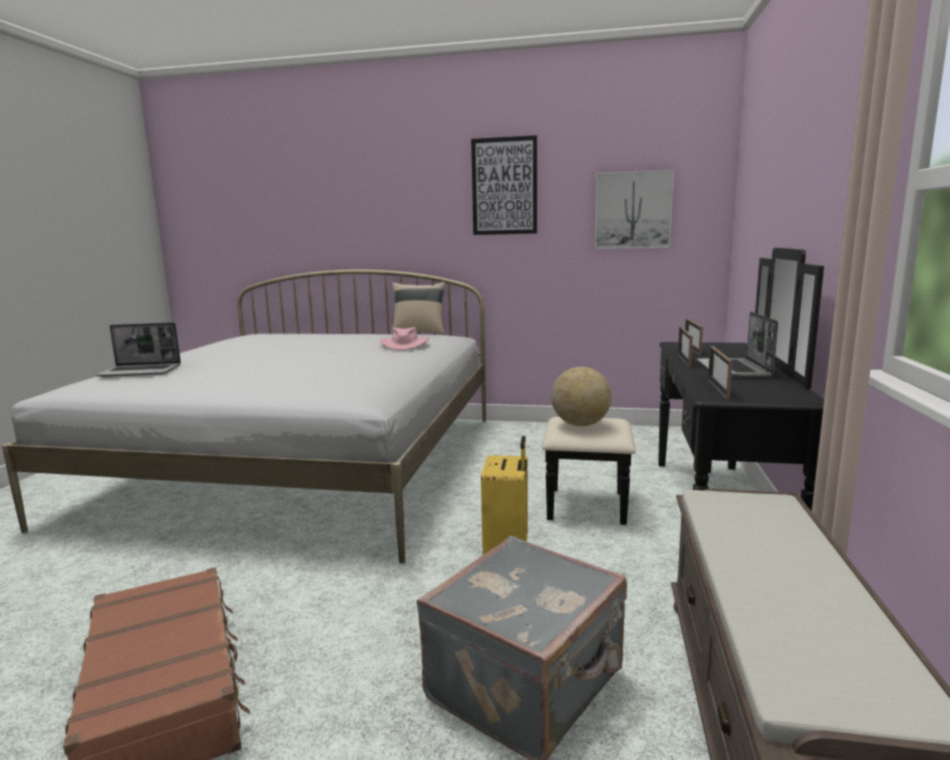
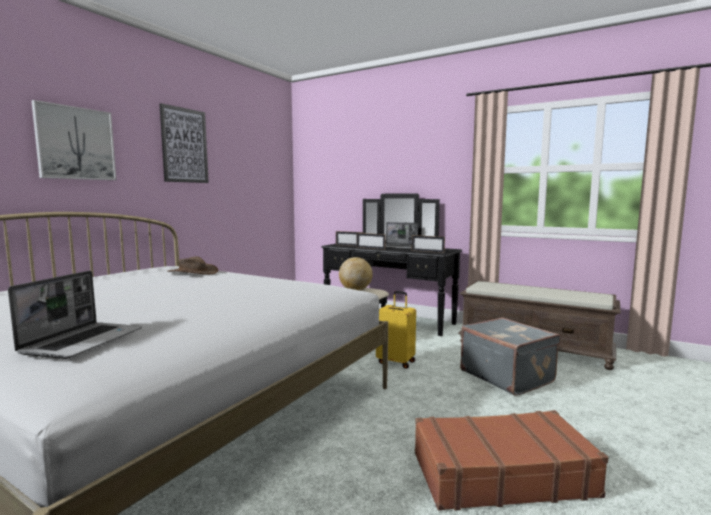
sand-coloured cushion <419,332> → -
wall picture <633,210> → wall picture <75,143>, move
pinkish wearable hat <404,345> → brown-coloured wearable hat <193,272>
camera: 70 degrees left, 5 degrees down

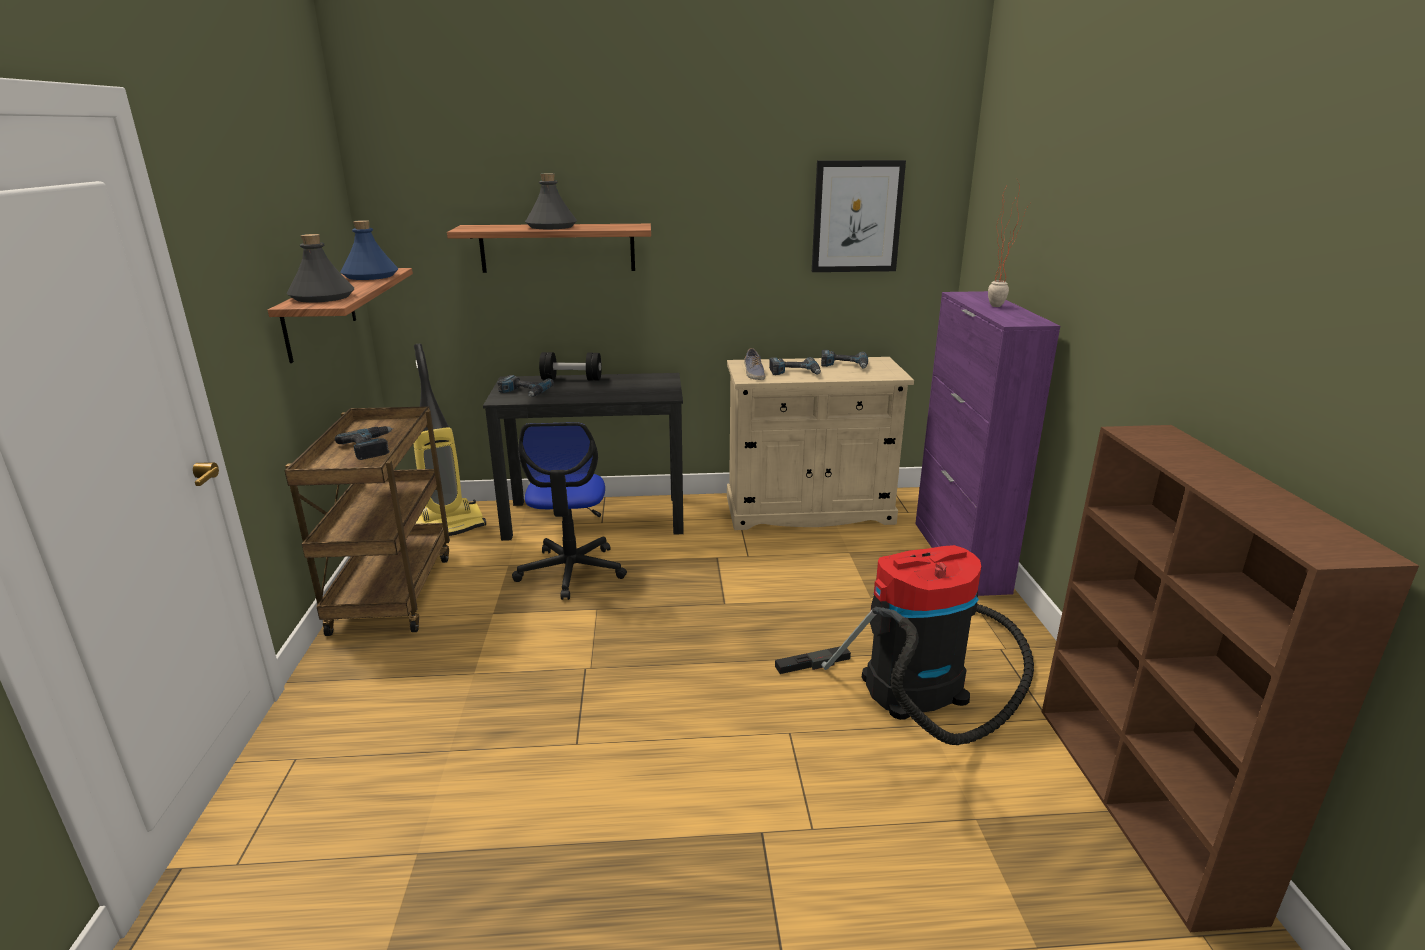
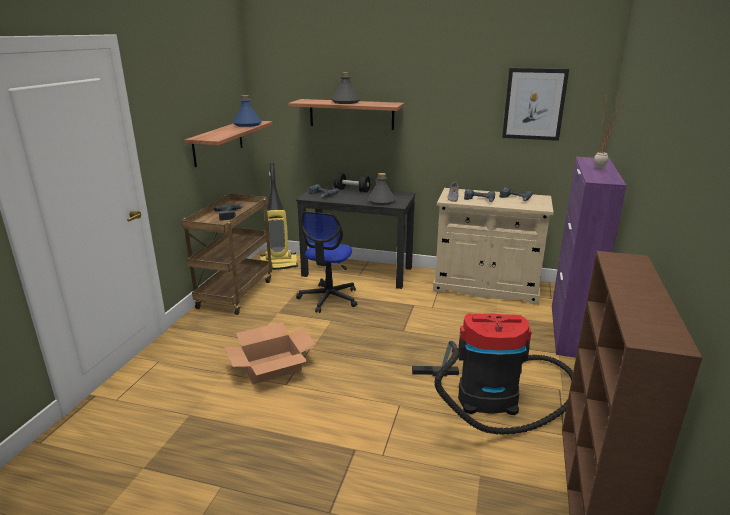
- → cardboard box <272,367>
grey beverage bottle <322,297> → grey beverage bottle <381,201>, move
camera: 20 degrees right, 0 degrees up

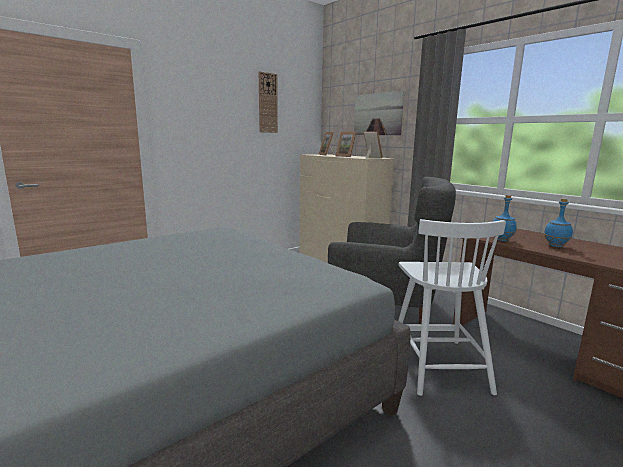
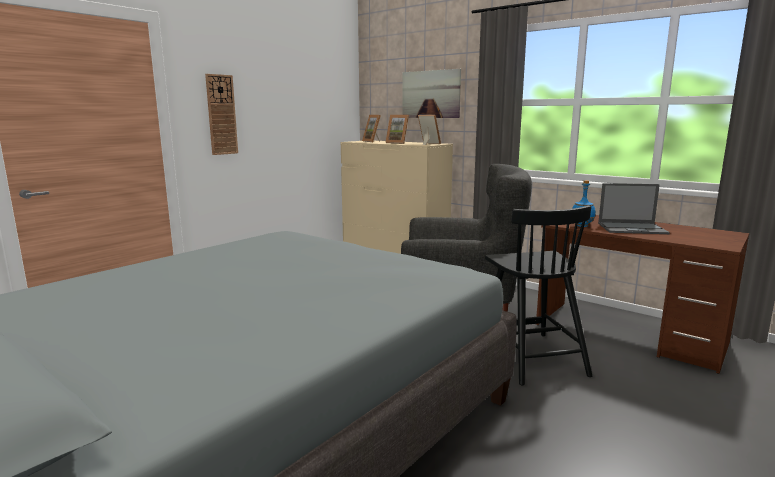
wall clock <267,103> → wall clock <221,115>, move
blue beverage bottle <556,246> → laptop <632,228>
white-coloured chair <438,364> → black chair <531,356>
camera: 10 degrees left, 0 degrees up

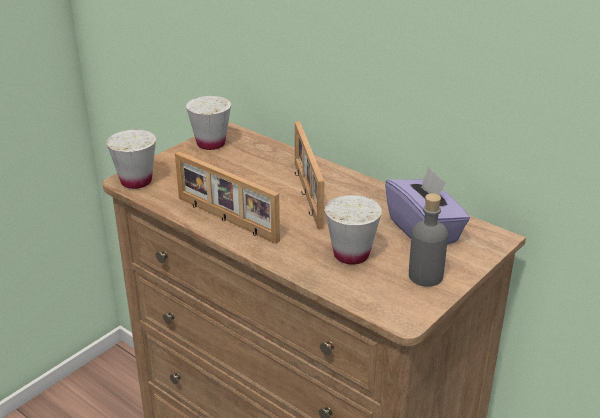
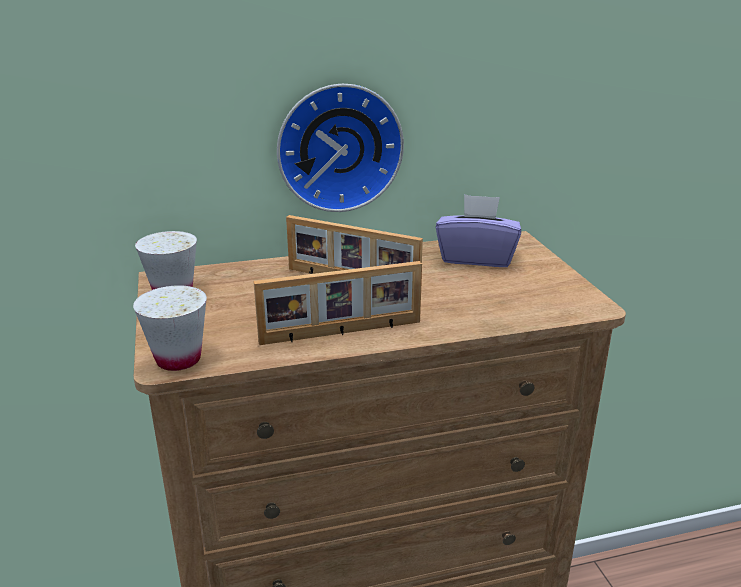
white-coloured cup <351,255> → -
grey beverage bottle <425,276> → -
- → wall clock <339,147>
camera: 55 degrees left, 5 degrees down

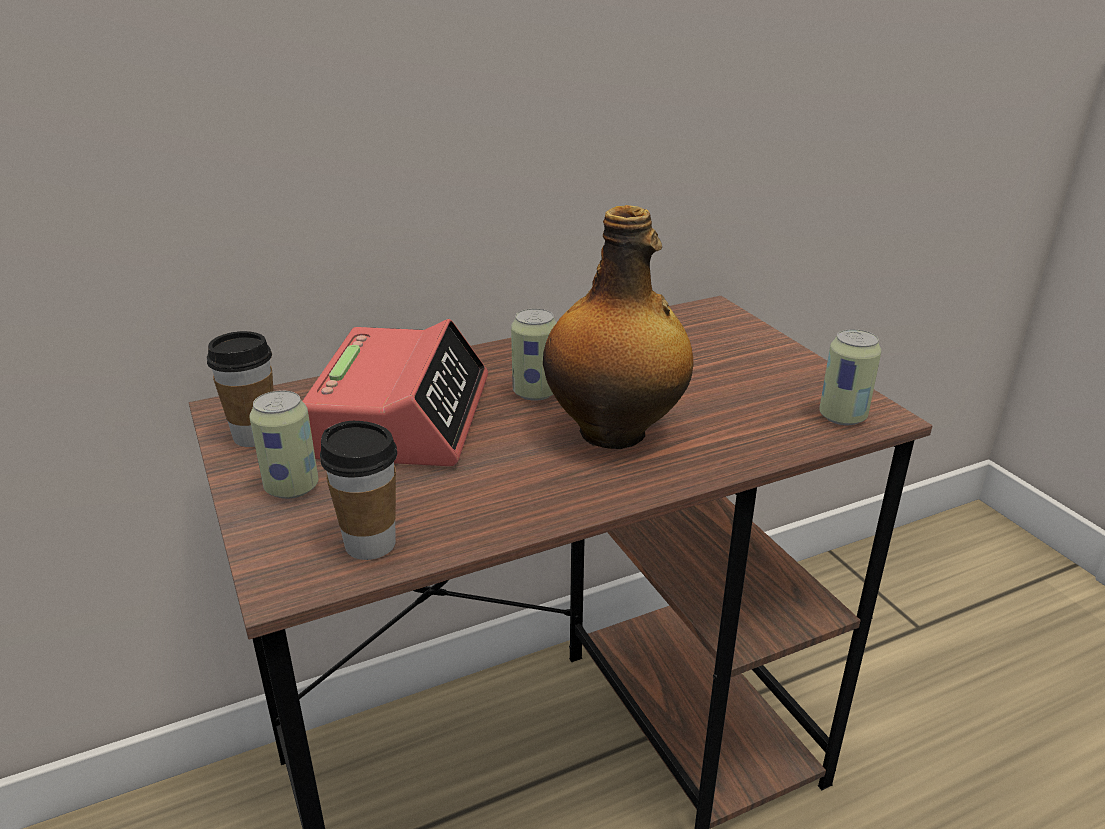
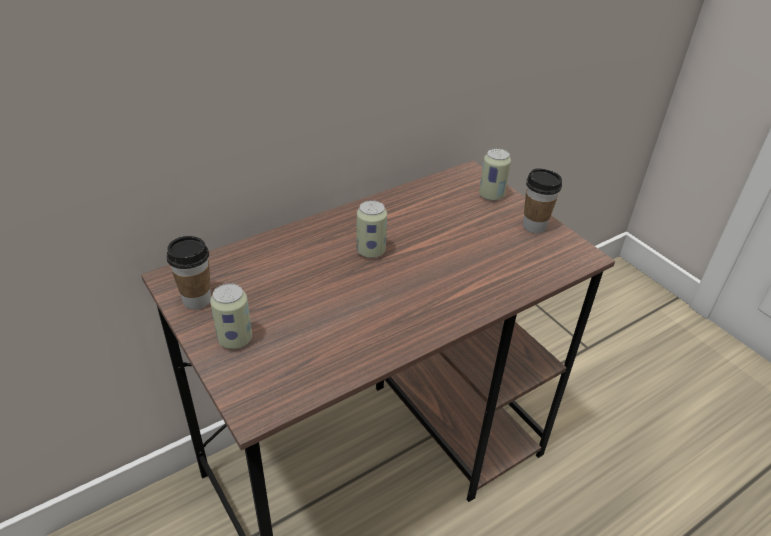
table clock <402,417> → -
beverage bottle <615,432> → -
cup <370,544> → cup <534,226>, move
can <842,417> → can <491,195>, move
camera: 10 degrees left, 10 degrees up

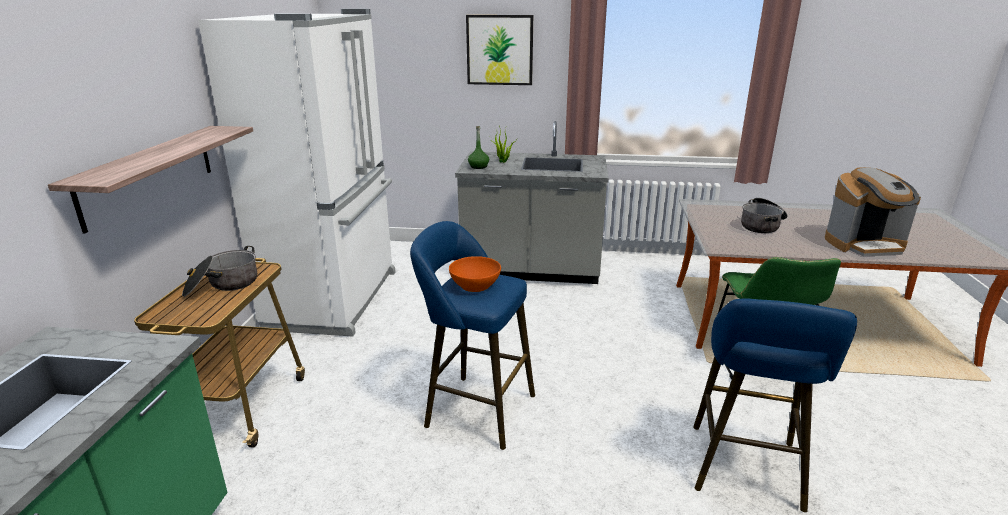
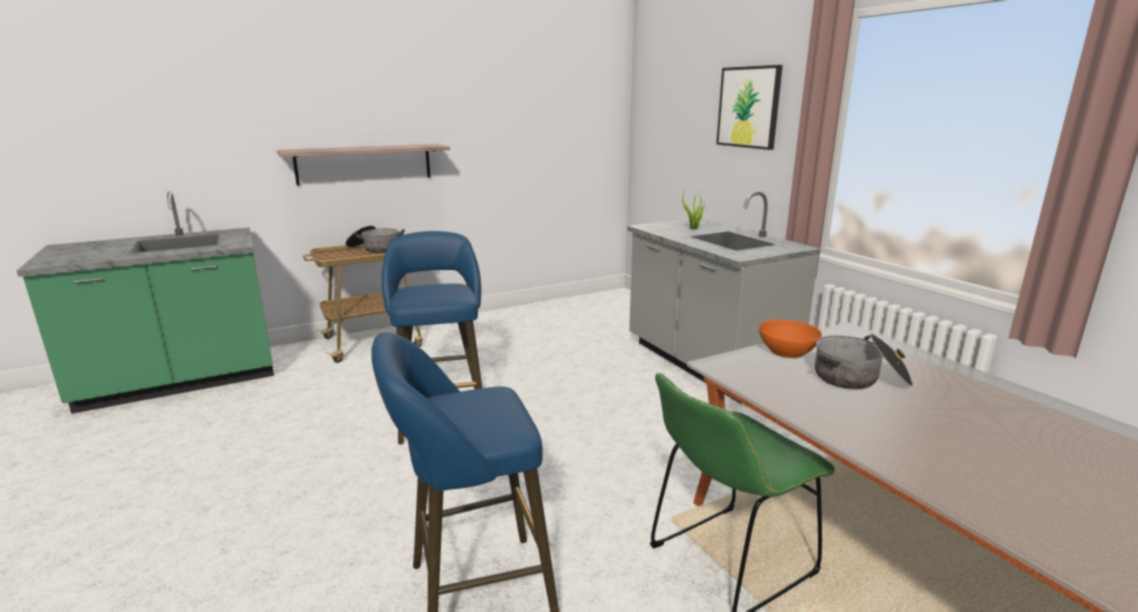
white-coloured refrigerator <337,299> → -
greenish beverage bottle <478,167> → -
coffee brewer <864,245> → -
orange-coloured bowl <475,285> → orange-coloured bowl <787,351>, move
camera: 55 degrees right, 5 degrees down

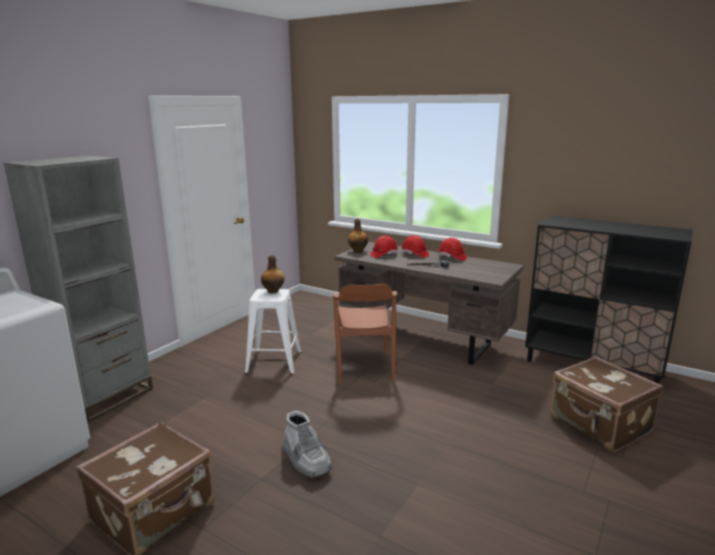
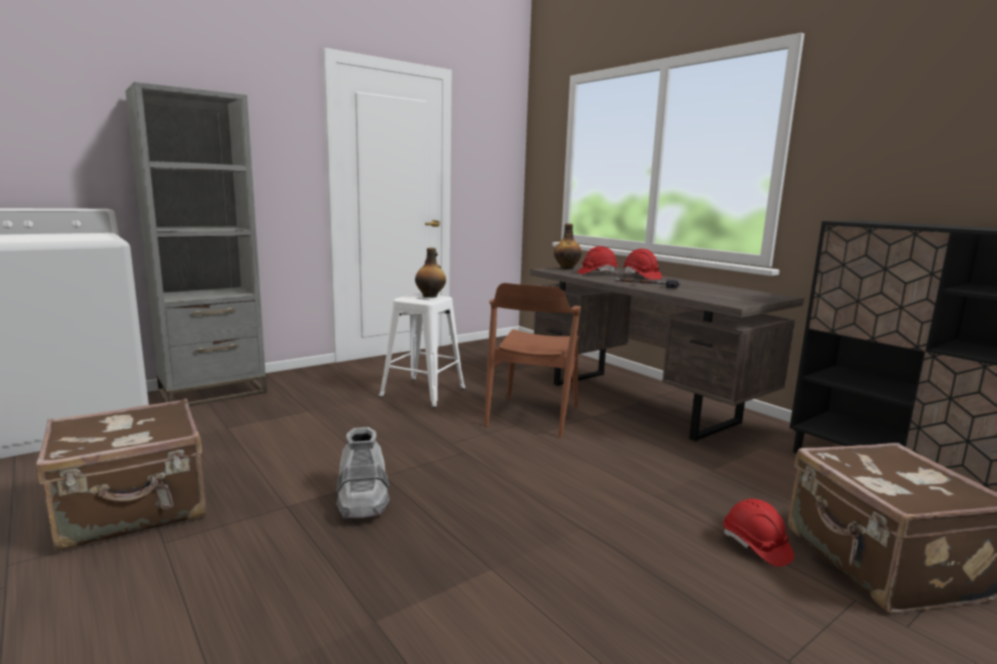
red-coloured safety helmet <452,257> → red-coloured safety helmet <755,546>, move
camera: 20 degrees right, 5 degrees down

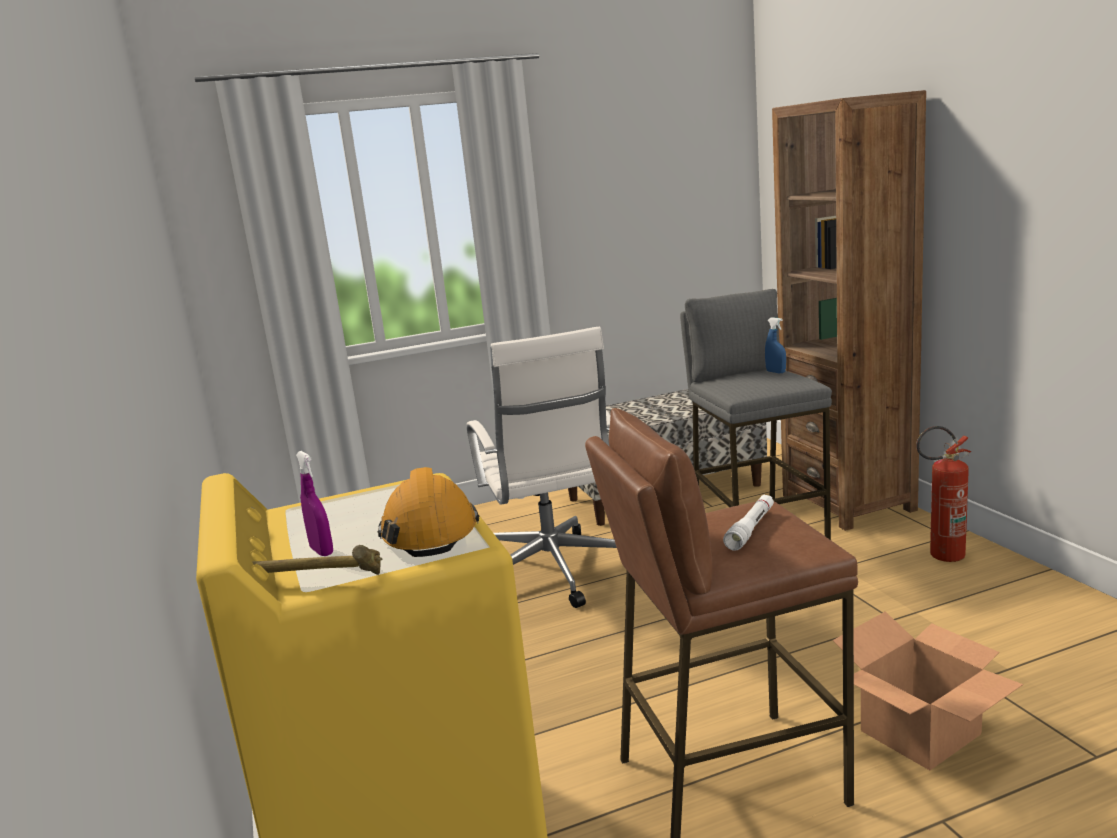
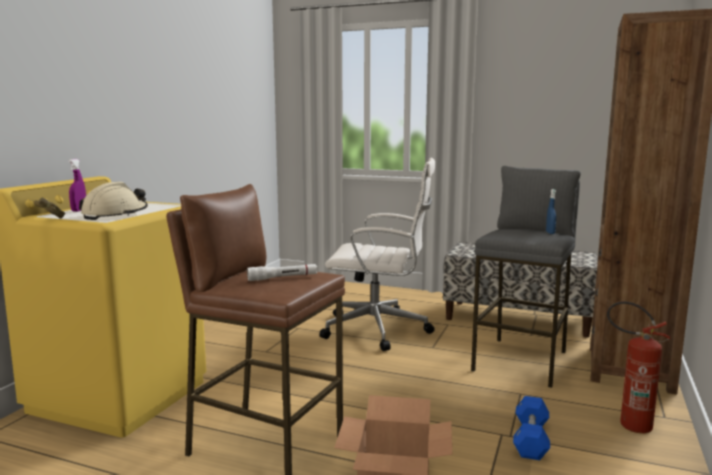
- → blue free weight <531,439>
orange-coloured safety helmet <429,531> → sand-coloured safety helmet <115,215>
white-coloured office chair <553,573> → white-coloured office chair <379,329>, 105 degrees counterclockwise
camera: 40 degrees right, 5 degrees down

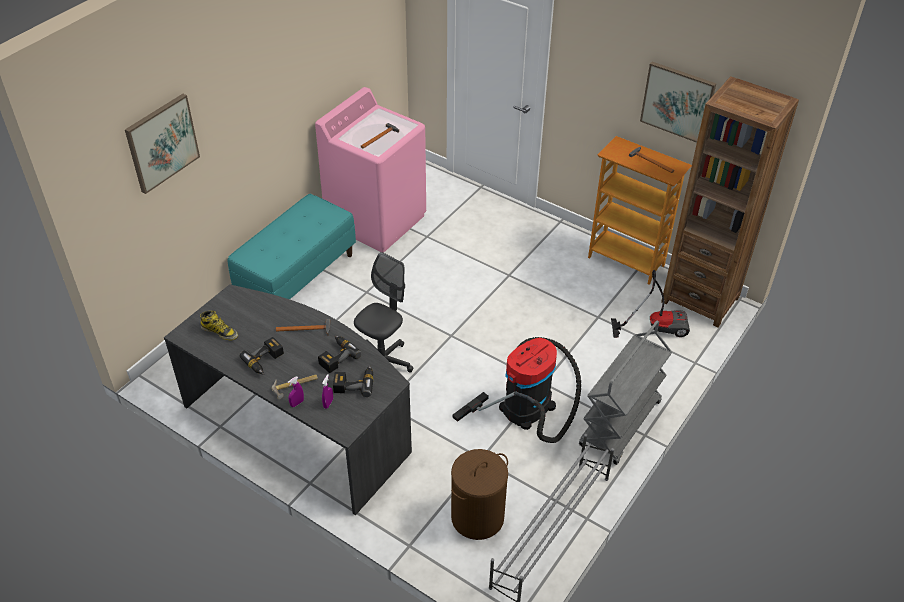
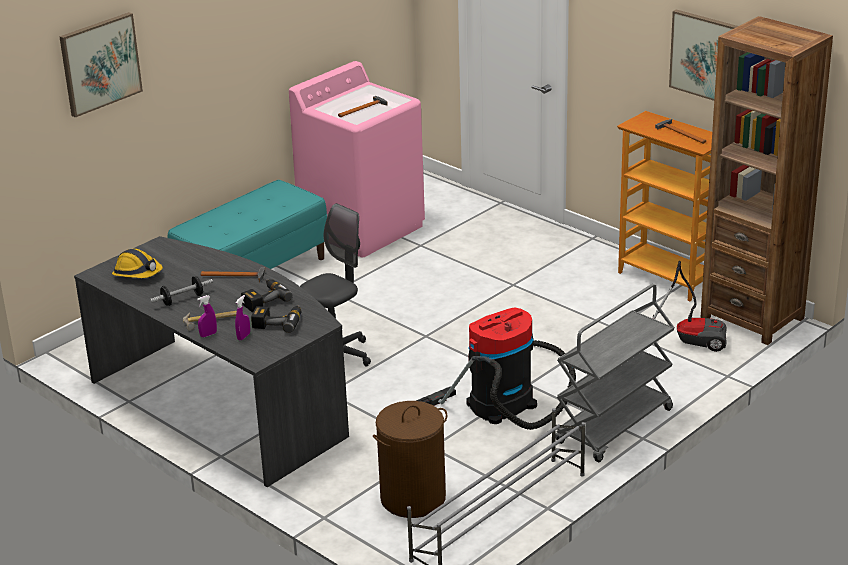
boot <220,331> → safety helmet <138,273>
electric drill <265,361> → free weight <182,299>
camera: 10 degrees right, 15 degrees down

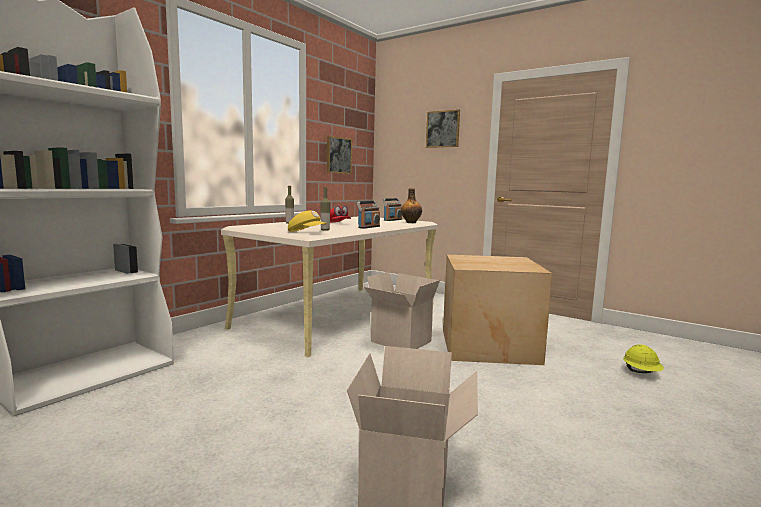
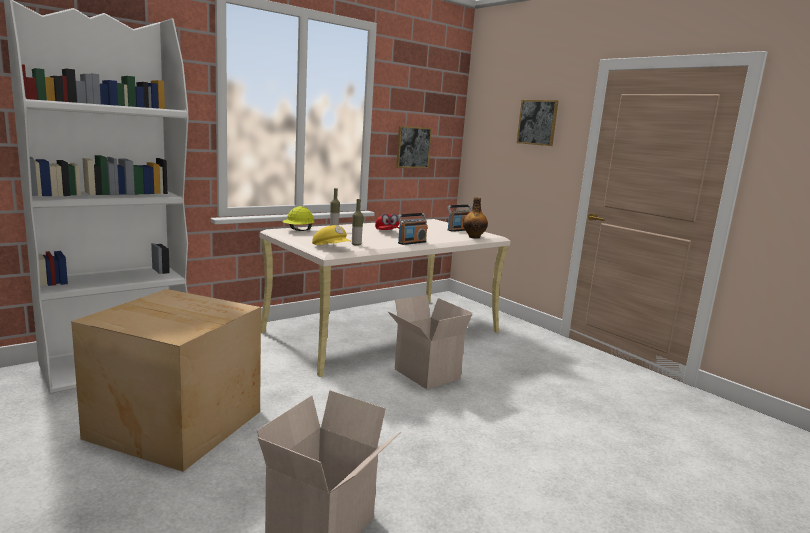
cardboard box <486,345> → cardboard box <175,423>, move
yellow-coloured safety helmet <641,373> → yellow-coloured safety helmet <298,230>, move
camera: 15 degrees right, 5 degrees up

